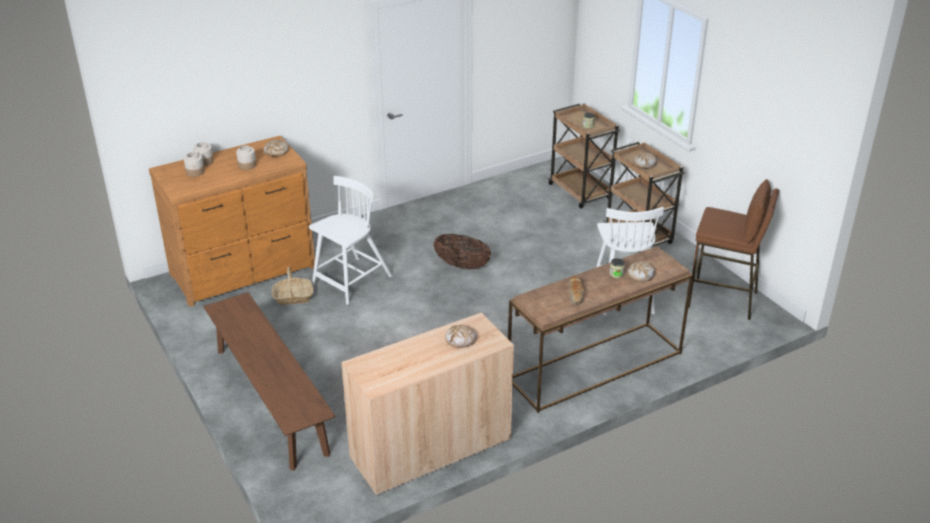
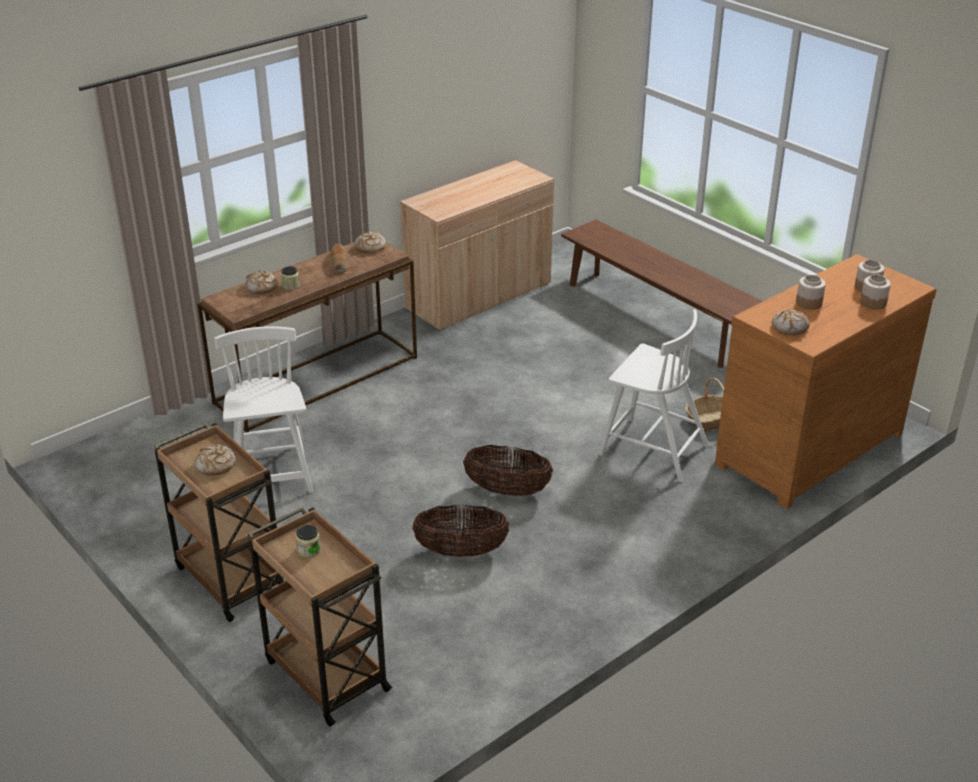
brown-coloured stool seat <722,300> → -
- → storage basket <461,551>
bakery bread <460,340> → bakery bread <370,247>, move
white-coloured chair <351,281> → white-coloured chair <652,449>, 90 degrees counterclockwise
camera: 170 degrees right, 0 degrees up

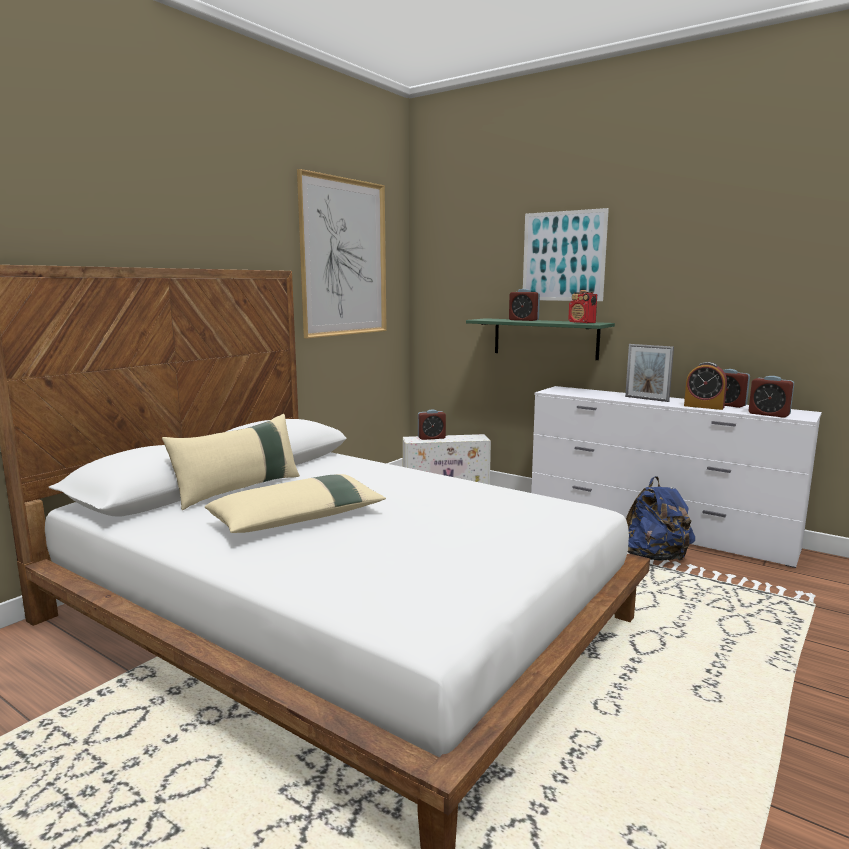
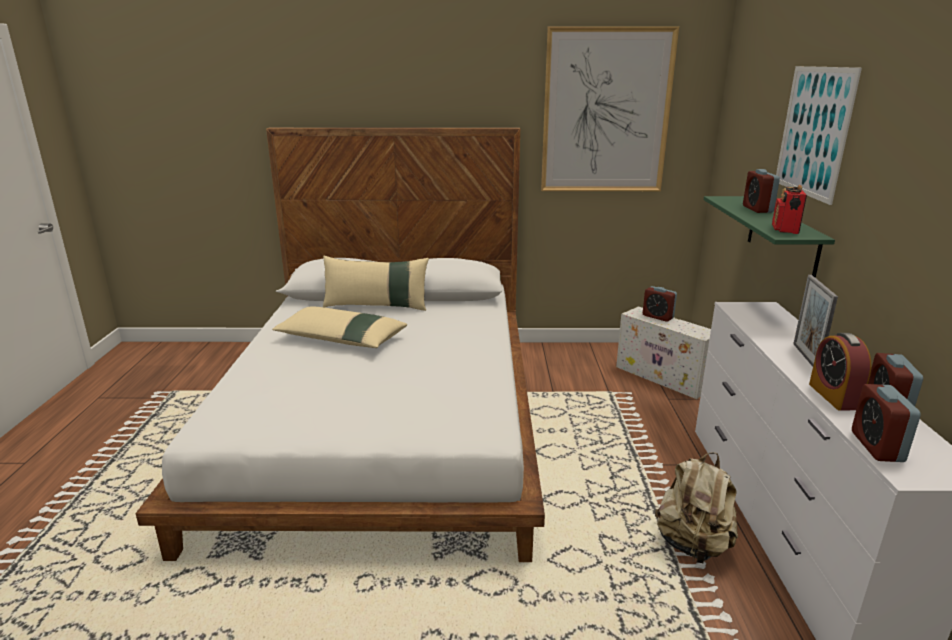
blue knapsack <654,558> → sand-coloured knapsack <693,545>
camera: 55 degrees right, 10 degrees up

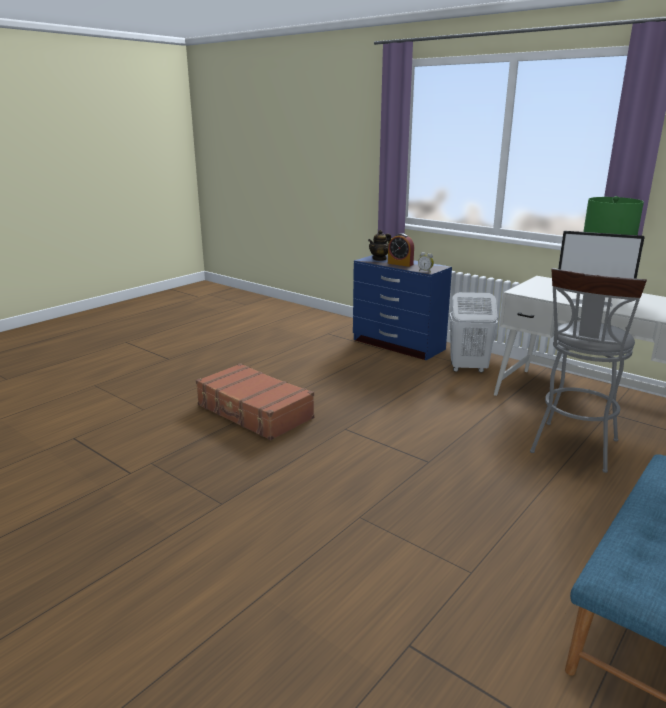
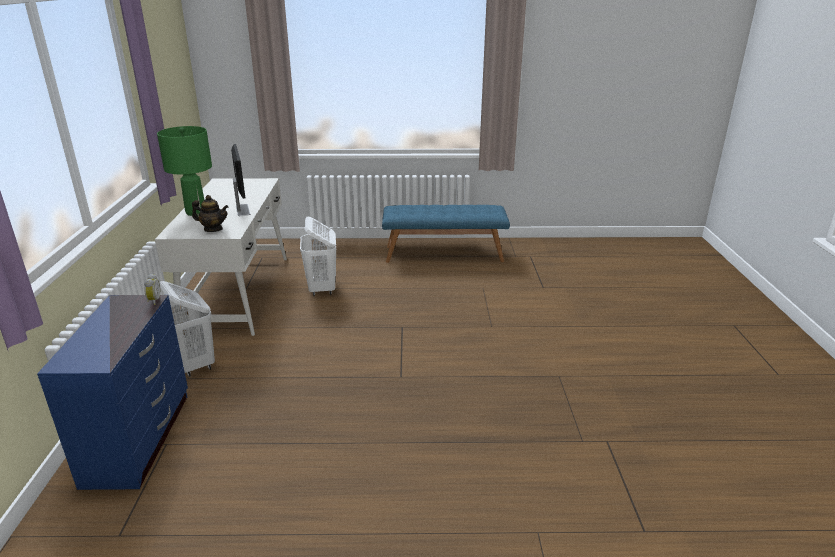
brown-coloured suitcase <254,412> → -
table clock <400,264> → -
teapot <379,259> → teapot <213,229>, move
grey stool seat <573,450> → white-coloured laundry basket <322,289>
camera: 130 degrees left, 5 degrees up

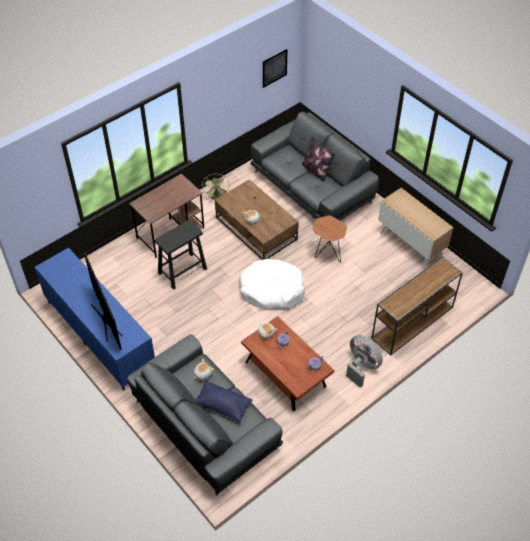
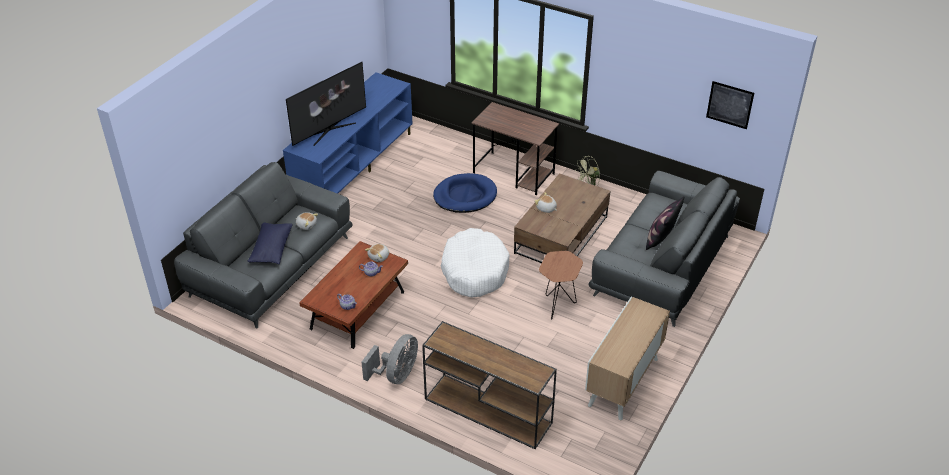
black stool seat <182,271> → blue dog bed <465,196>
camera: 70 degrees right, 10 degrees down

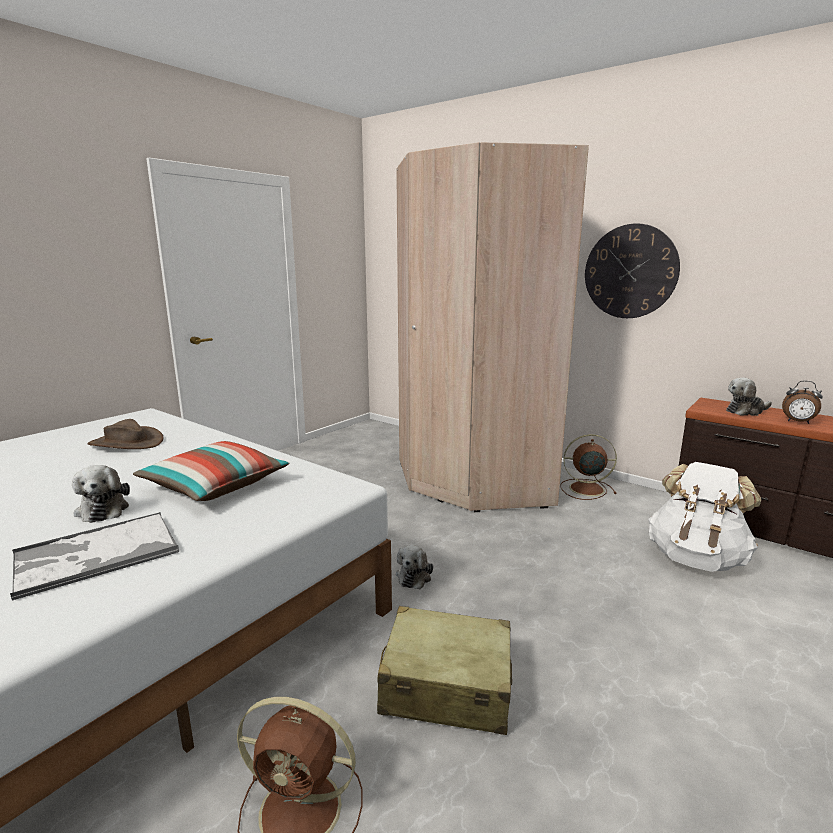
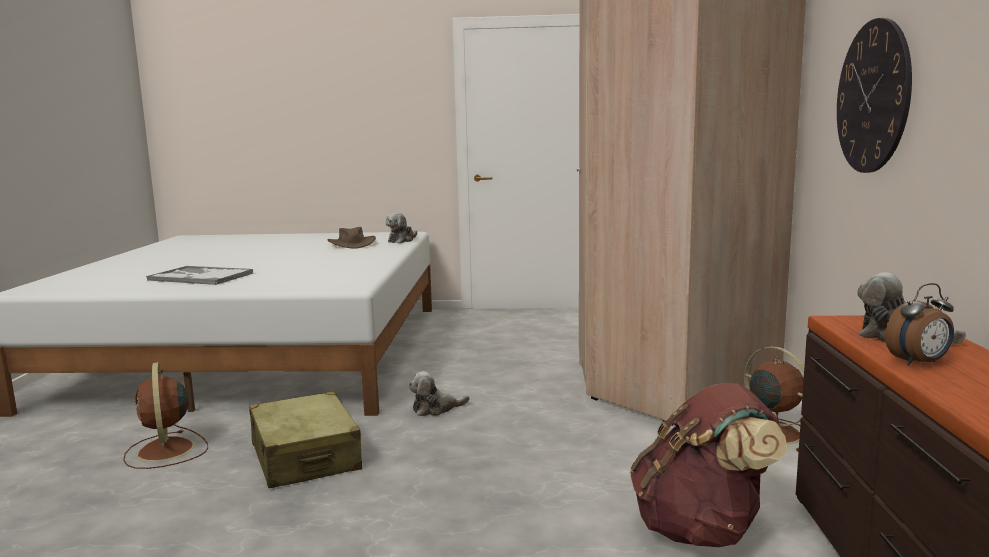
cushion <215,486> → -
plush toy <103,509> → plush toy <402,240>, move
white-coloured knapsack <696,558> → brown-coloured knapsack <702,530>
table clock <798,422> → table clock <919,363>, 105 degrees counterclockwise
camera: 55 degrees right, 5 degrees down

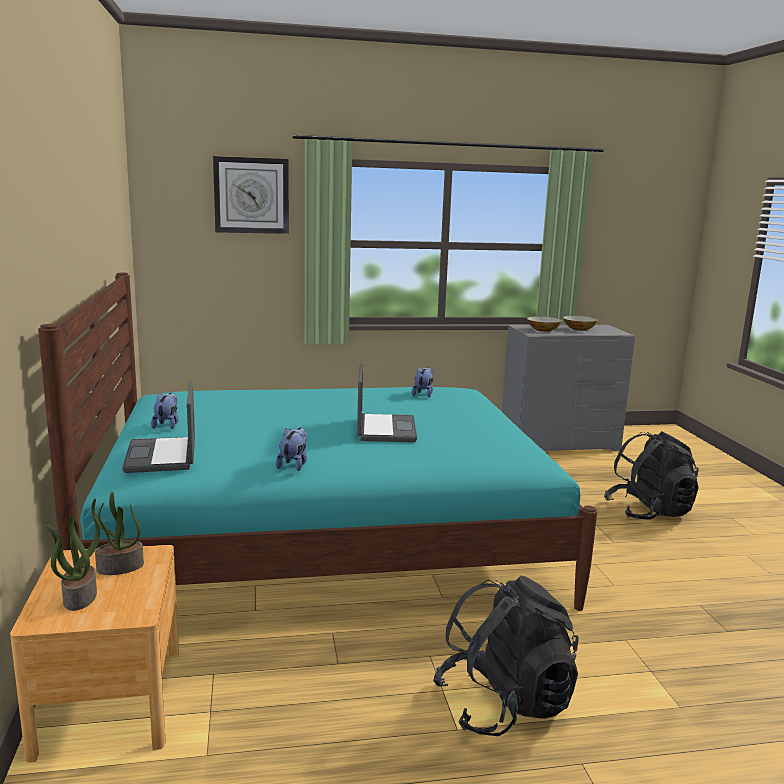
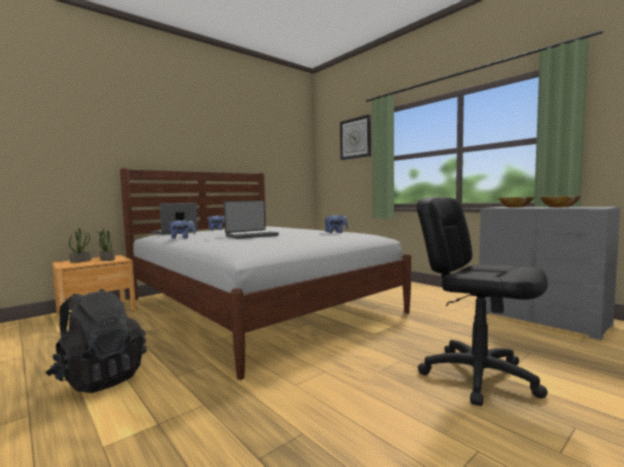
black knapsack <649,512> → black office chair <478,376>
turquoise bedroom bed <327,542> → white-coloured bedroom bed <258,306>
camera: 60 degrees right, 10 degrees down

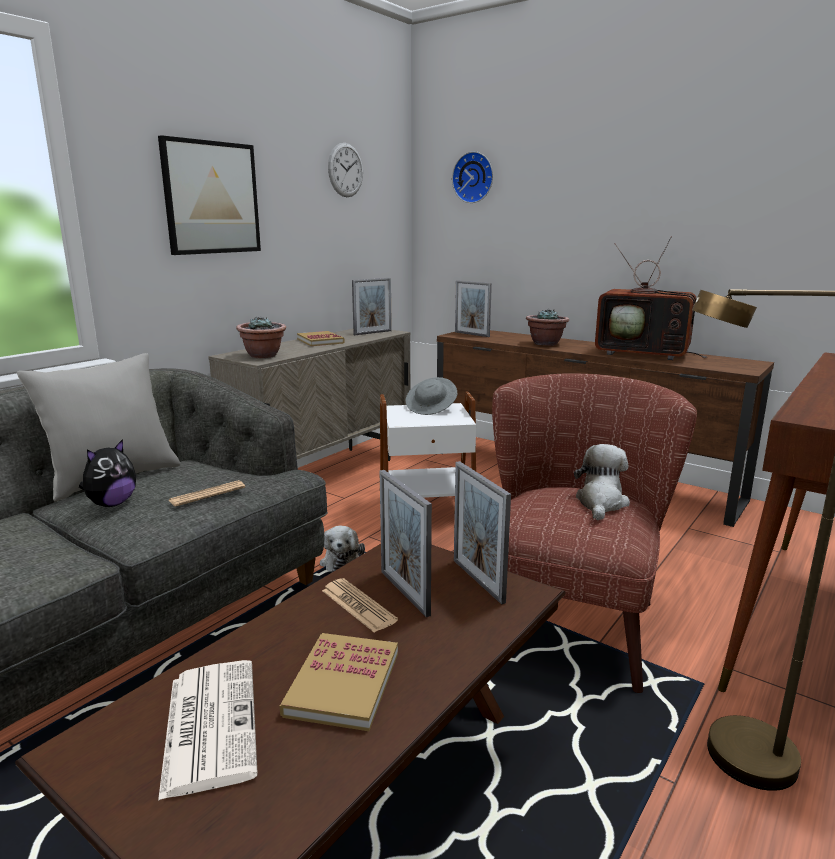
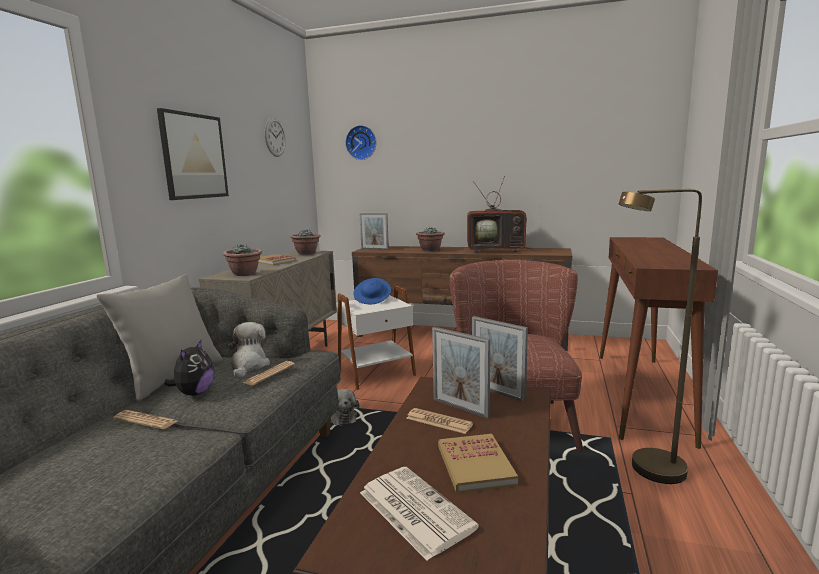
- → daily paper <146,420>
plush toy <600,503> → plush toy <249,366>, move
picture frame <372,333> → houseplant <306,253>
grey wearable hat <431,408> → blue wearable hat <373,300>
camera: 20 degrees left, 5 degrees down

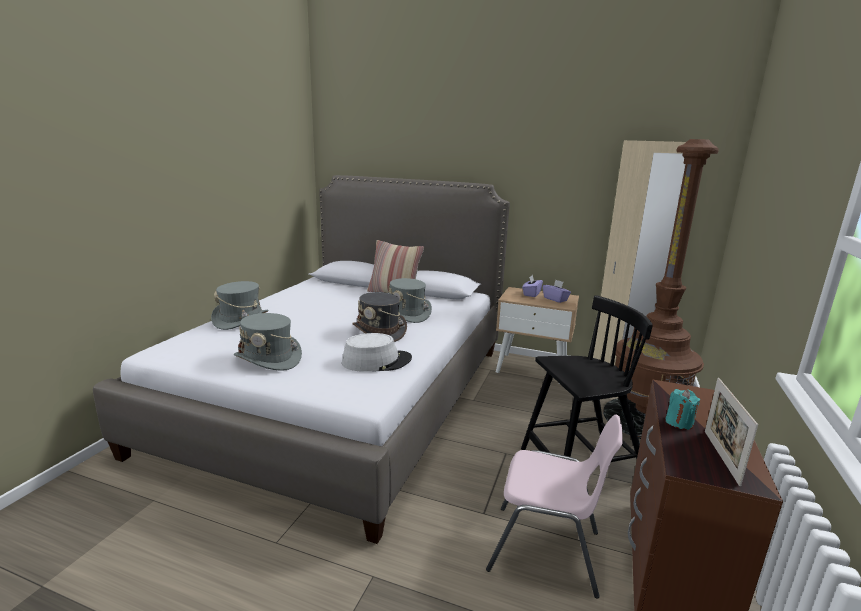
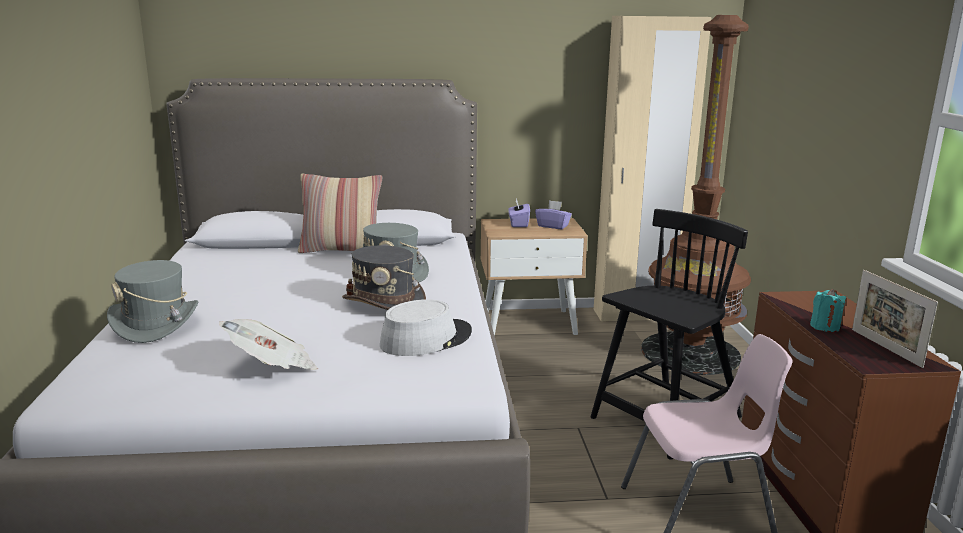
grey wearable hat <269,359> → daily paper <273,367>
camera: 25 degrees left, 0 degrees up

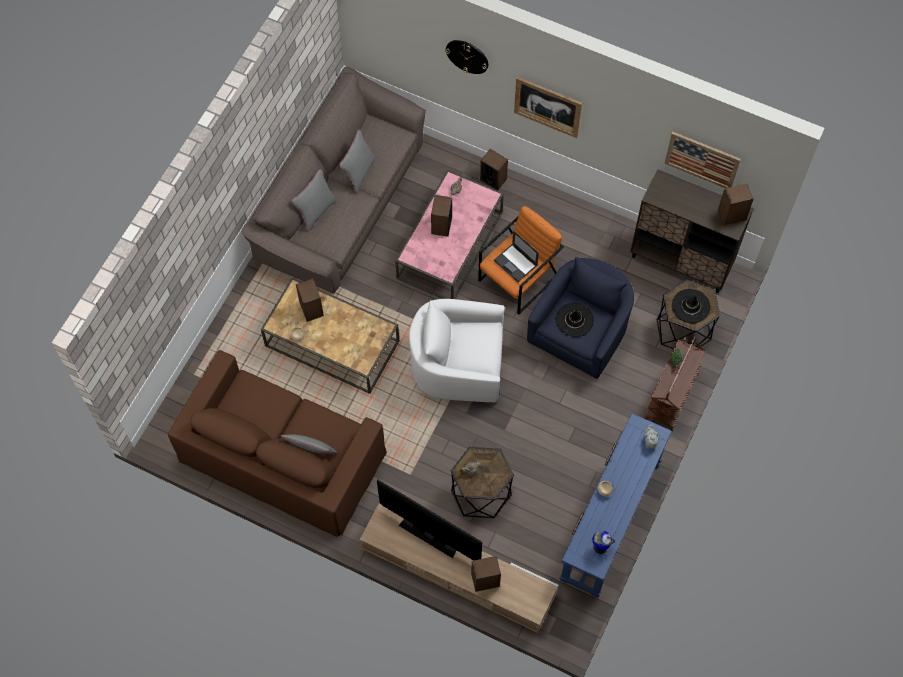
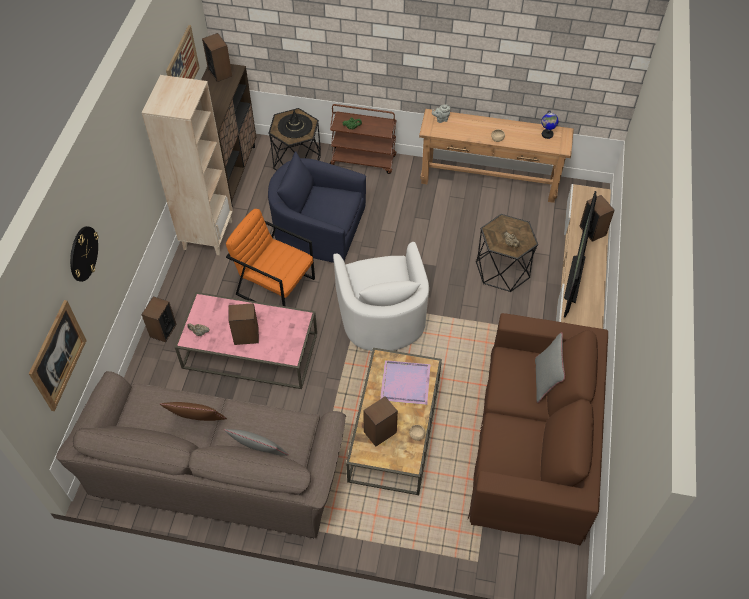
laptop <516,263> → -
black wearable hat <574,320> → -
- → sand-coloured bookshelf <207,234>
- → purple-coloured carrying tray <404,382>
wall picture <547,106> → wall picture <57,355>, move
grey cushion <359,173> → brown-coloured cushion <198,424>
blue console table <610,521> → brown-coloured console table <489,180>
camera: 105 degrees left, 10 degrees down

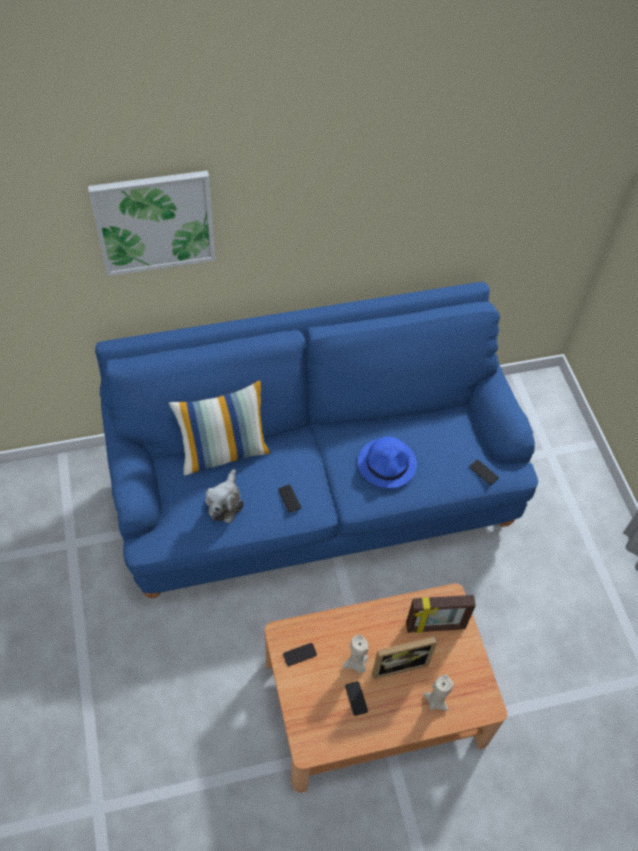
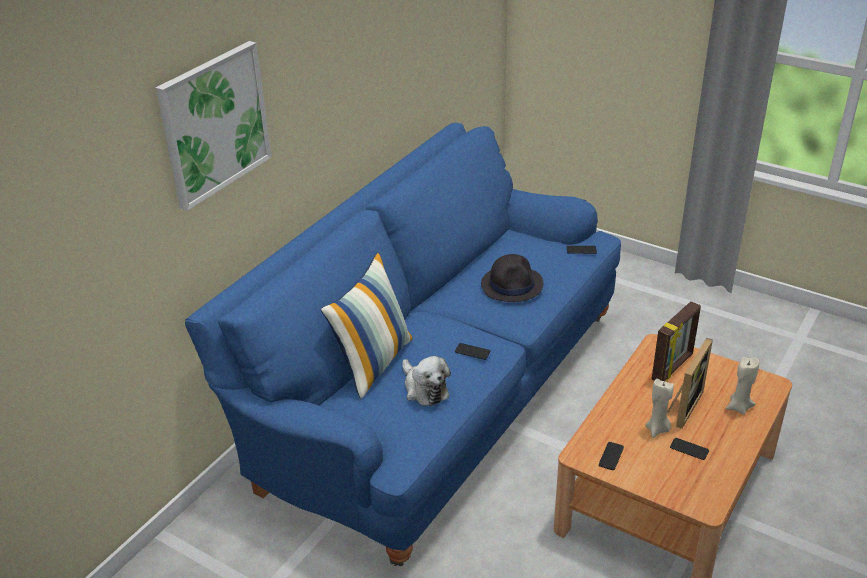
blue wearable hat <387,463> → black wearable hat <512,284>
camera: 40 degrees left, 20 degrees down

